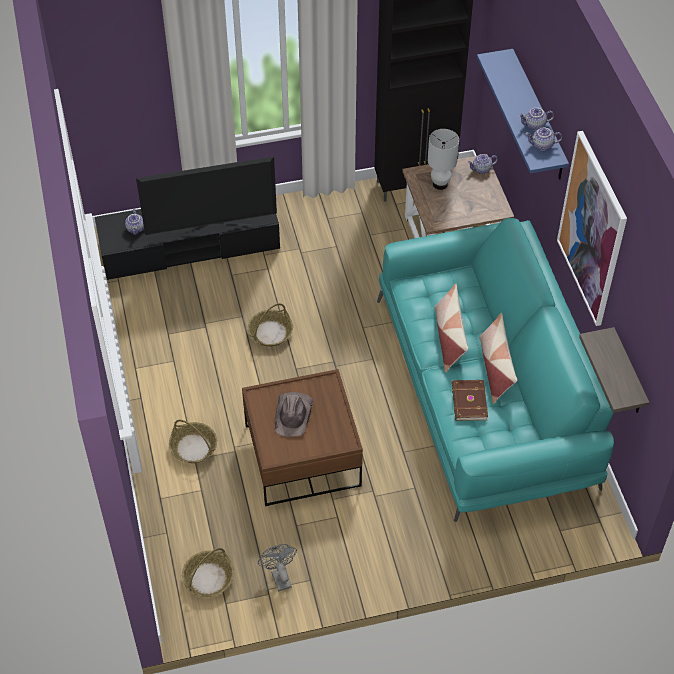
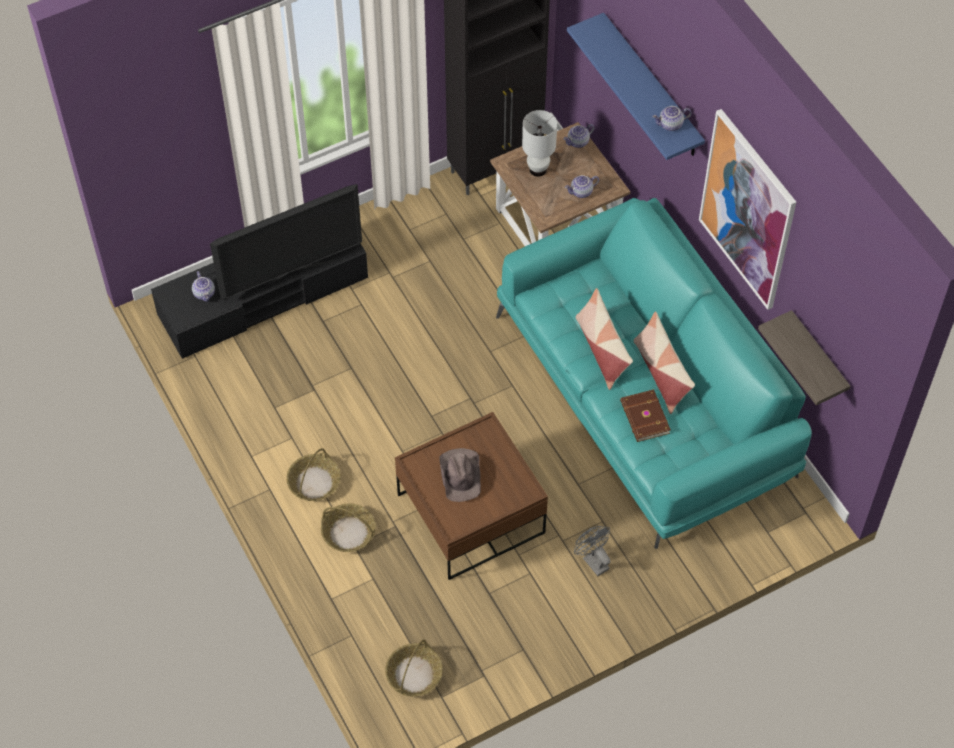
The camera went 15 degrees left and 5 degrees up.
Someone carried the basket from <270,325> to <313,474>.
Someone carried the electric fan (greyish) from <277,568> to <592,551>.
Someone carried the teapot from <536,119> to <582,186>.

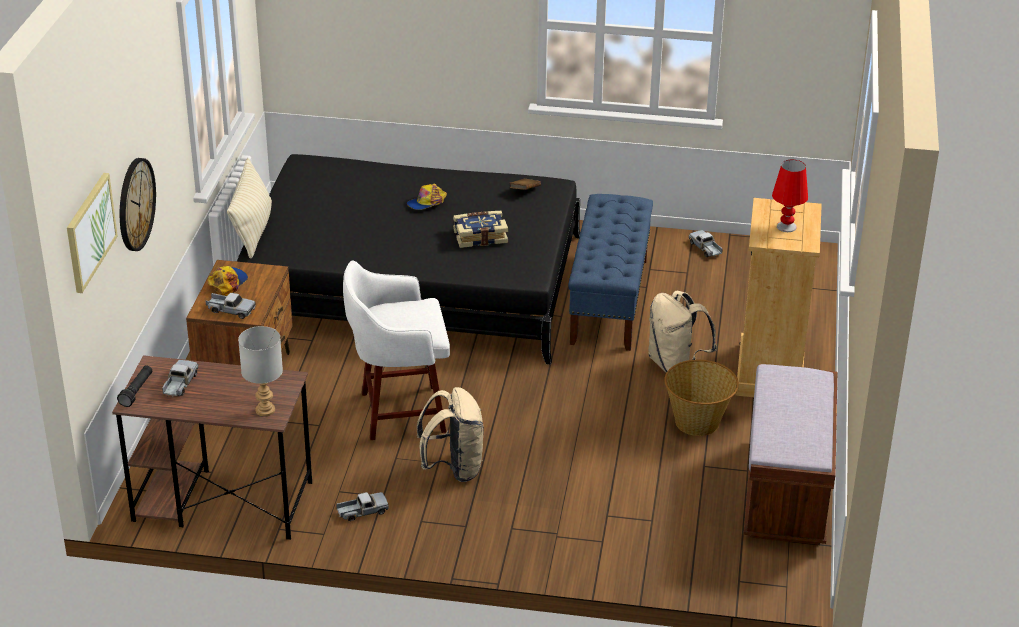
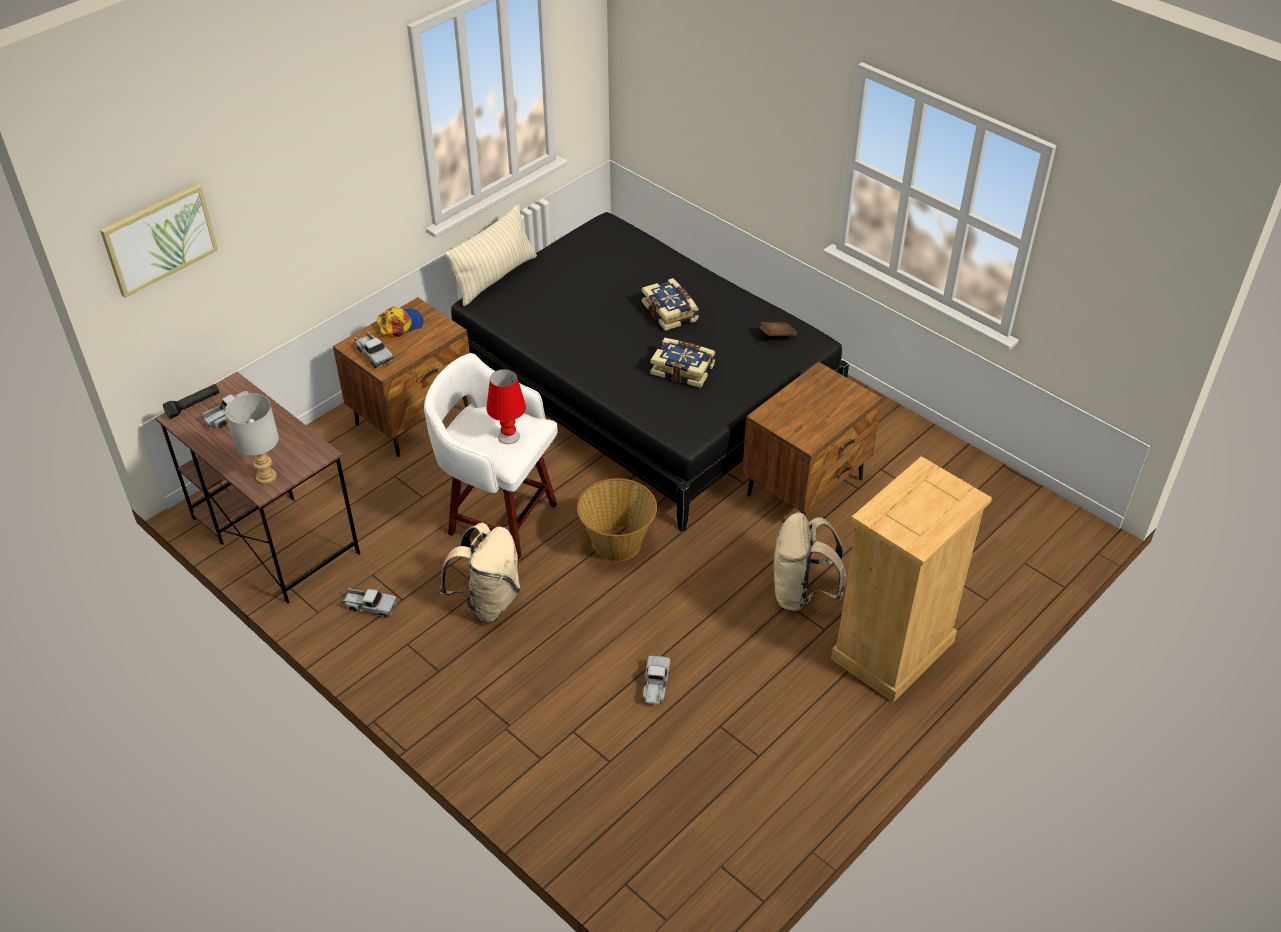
The camera went 35 degrees right and 10 degrees up.
Someone took away the clock on the wall at <138,204>.
Someone swapped the baseball cap at <427,197> for the book at <670,304>.
Someone swapped the bench (blue-coloured) at <610,272> for the night table (brown) at <812,438>.
Someone carried the basket from <701,398> to <617,520>.
Someone carried the toy lorry from <706,243> to <657,681>.
Someone took away the bench (brown) at <790,454>.
Someone carried the lamp for a table (reddish) from <790,196> to <506,406>.

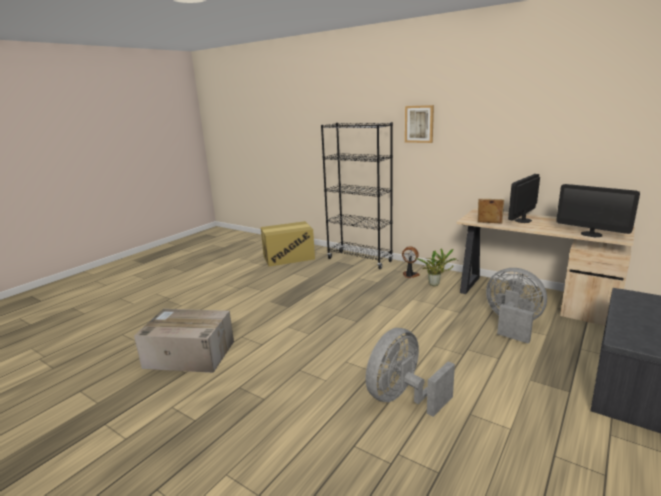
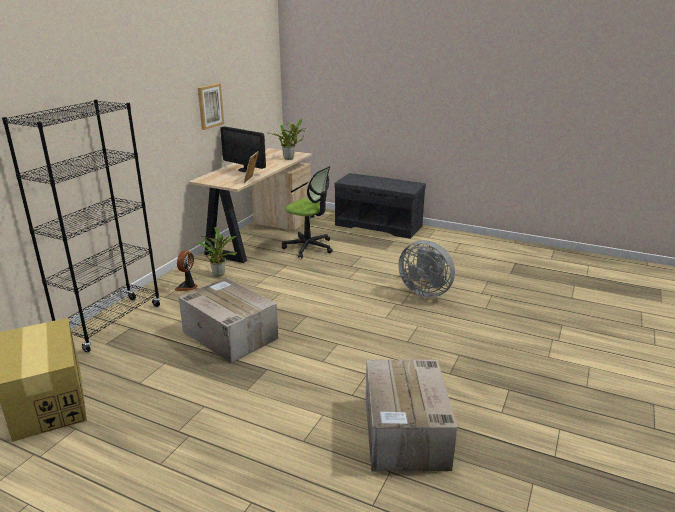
The camera went 100 degrees left and 5 degrees up.
Someone carried the picture from <419,124> to <211,106>.
Someone swapped the electric fan (greyish) at <516,306> for the office chair at <307,212>.
Someone swapped the computer screen at <598,210> for the plant in a pot at <288,139>.
Someone put down the carton at <228,321>.

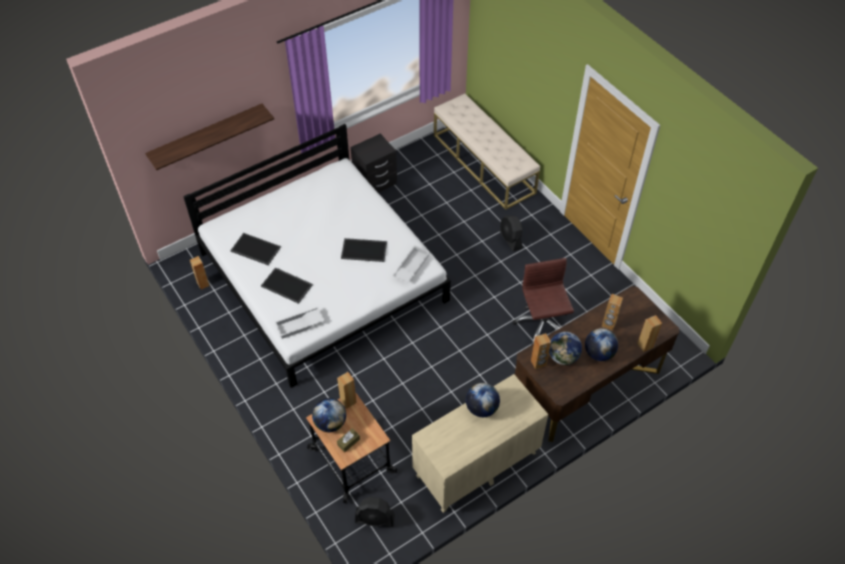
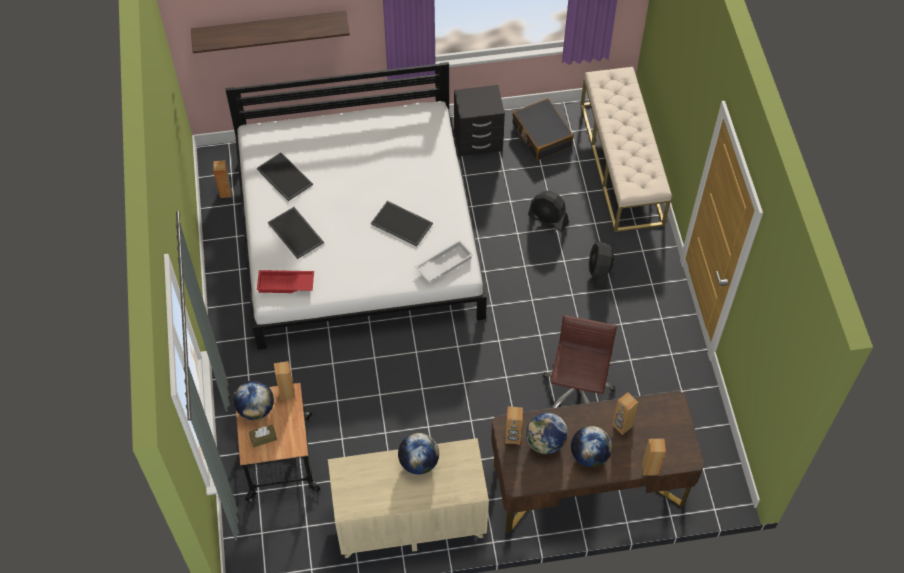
The camera went 25 degrees right and 5 degrees up.
Someone repainted the serving tray (whitish) at <300,323>, which became the serving tray (reddish) at <285,281>.
Someone carried the electric fan (blackish) from <375,512> to <548,211>.
Someone put down the suitcase (blackish) at <543,129>.

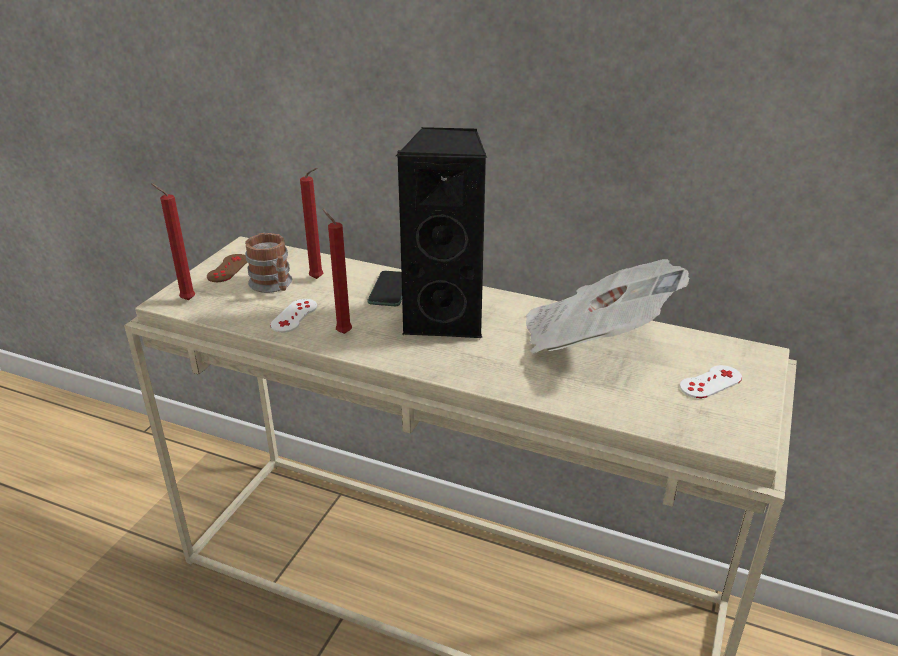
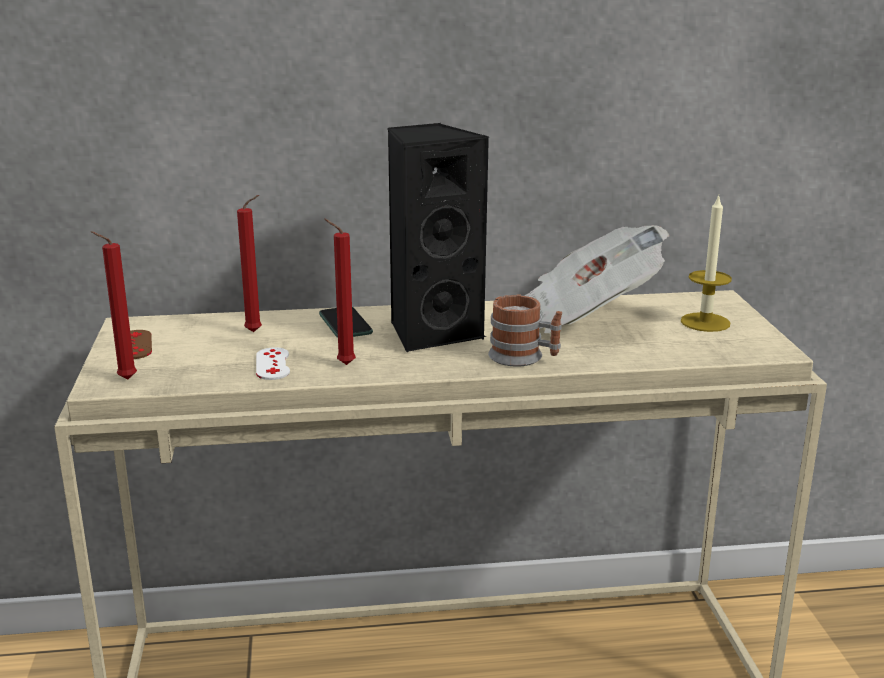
The camera went 30 degrees left and 10 degrees down.
Someone carried the coffee mug from <268,263> to <525,330>.
Someone swapped the gamepad (whitish) at <711,381> for the wax light at <706,263>.

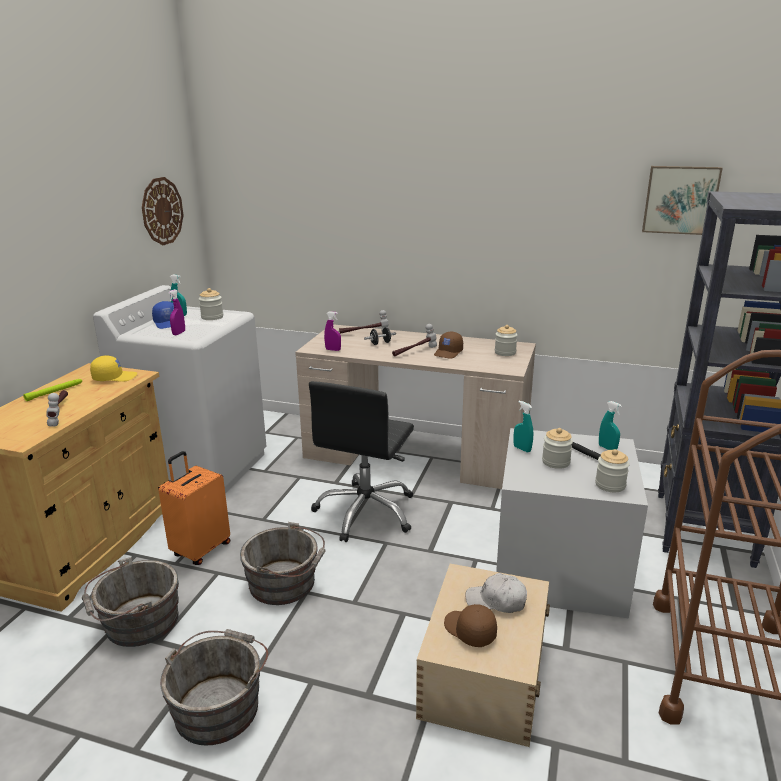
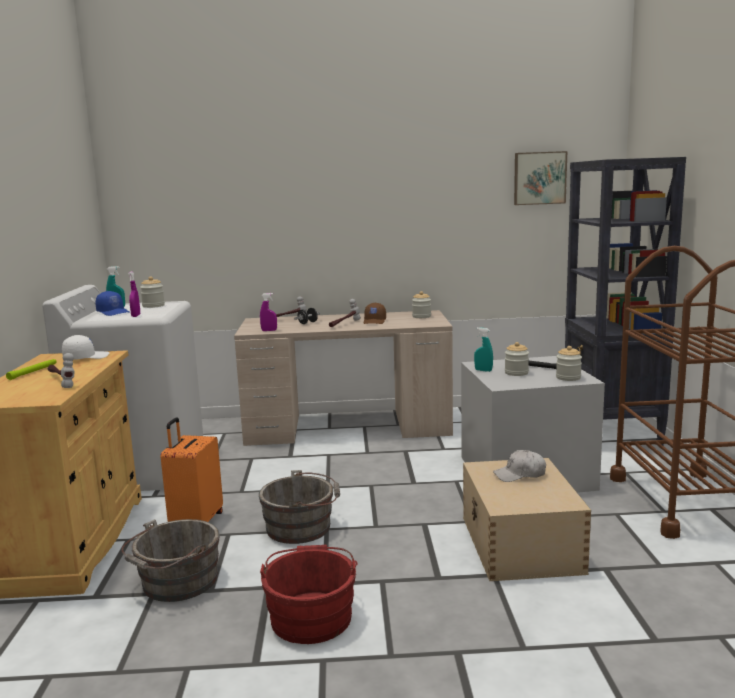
The camera went 20 degrees left and 10 degrees down.
Someone repainted the baseball cap (yellow) at <113,369>, which became the baseball cap (whitish) at <85,347>.
Someone took away the clock on the wall at <163,211>.
Someone repainted the pail (greyish) at <214,687>, which became the pail (reddish) at <309,594>.
Someone took away the office chair (blackish) at <361,461>.
Someone took away the baseball cap (brown) at <470,625>.
Someone took away the hand sprayer (blue-green) at <610,425>.

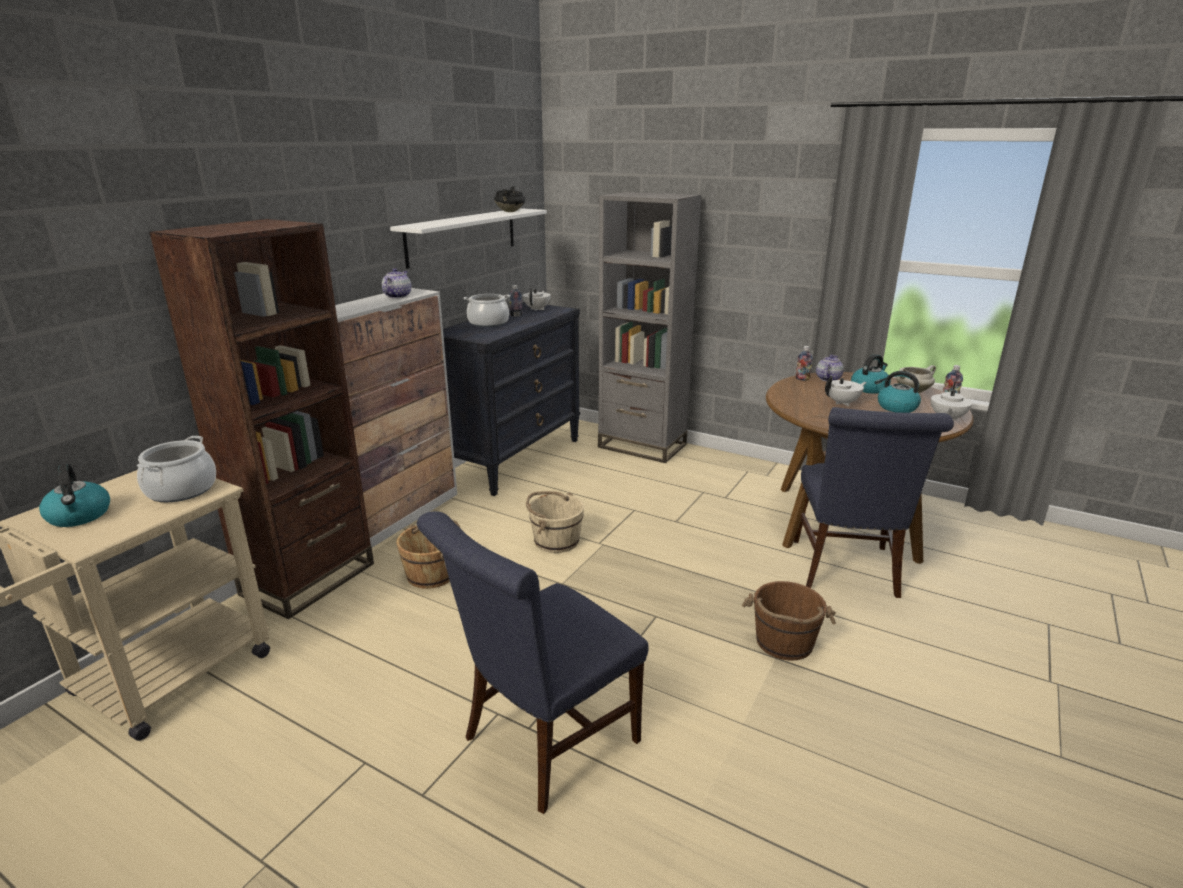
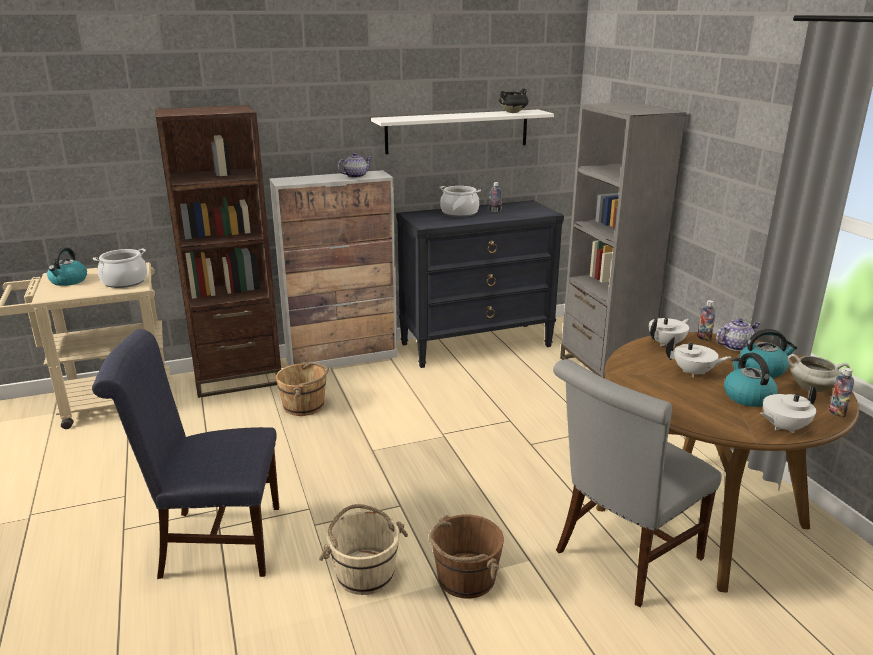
The camera went 40 degrees right and 0 degrees up.
Someone carried the teapot (whitish) from <537,299> to <669,332>.
Someone carried the pail (beige-coloured) from <555,522> to <363,549>.
Someone repainted the chair (blue-coloured) at <874,502>, which became the chair (greyish) at <637,483>.

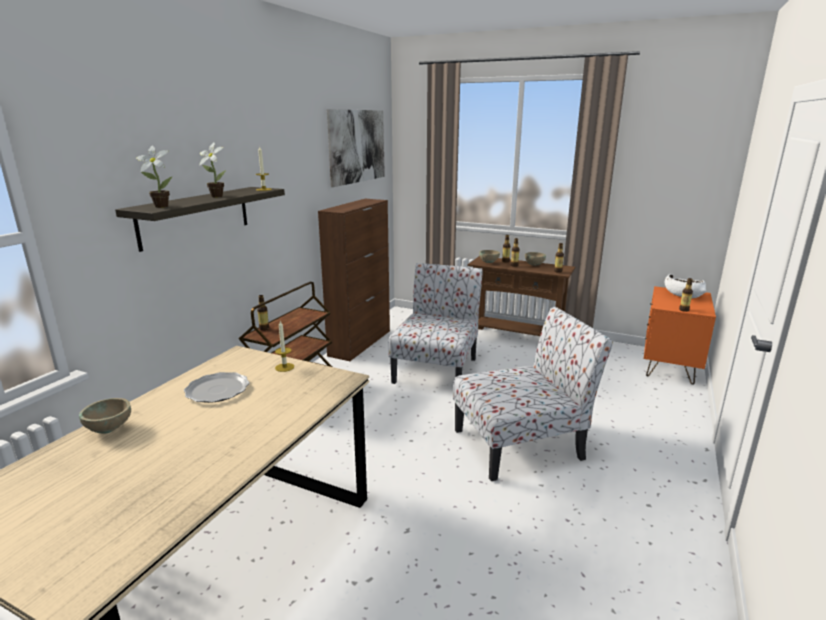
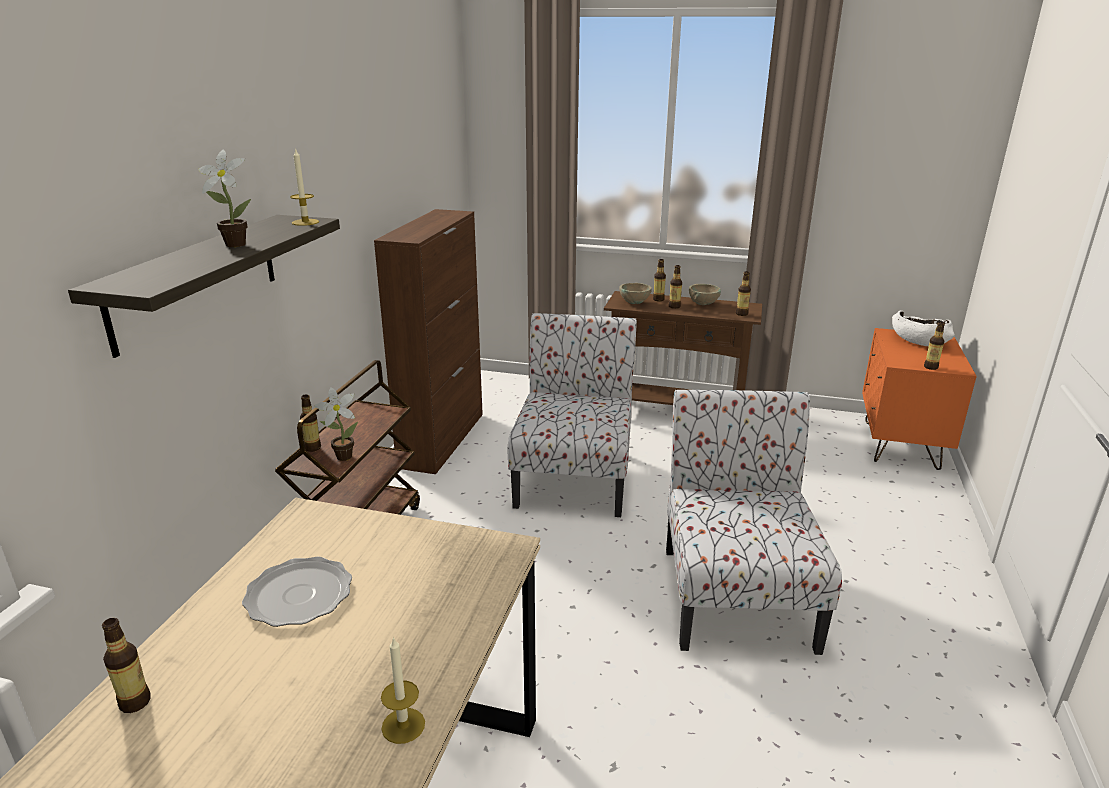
The camera went 10 degrees left and 5 degrees up.
Someone swapped the bowl (beige-coloured) at <105,416> for the bottle at <126,665>.
Someone carried the plant in a pot from <154,177> to <336,424>.
Someone carried the wax light from <284,346> to <403,690>.
Someone took away the picture at <356,148>.
Someone rotated the chair at <533,394> by 60 degrees counterclockwise.

